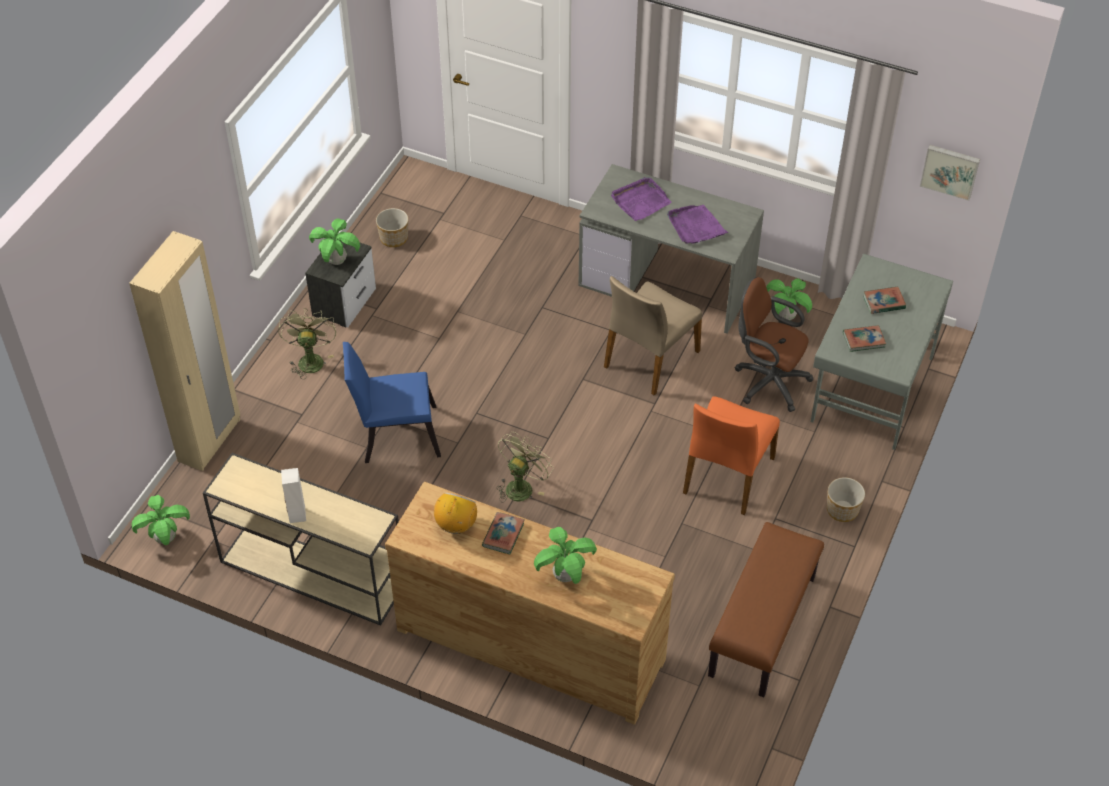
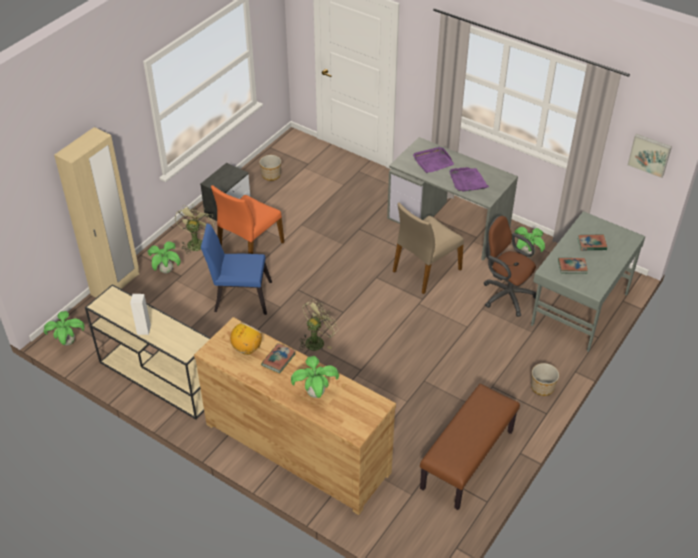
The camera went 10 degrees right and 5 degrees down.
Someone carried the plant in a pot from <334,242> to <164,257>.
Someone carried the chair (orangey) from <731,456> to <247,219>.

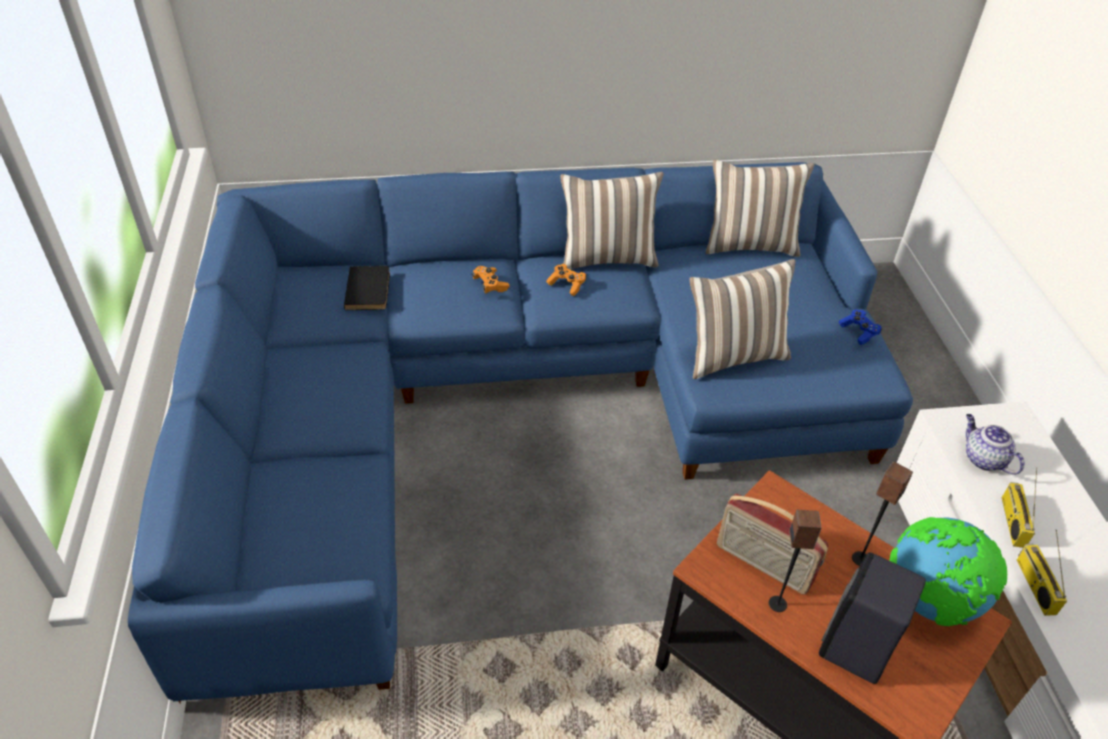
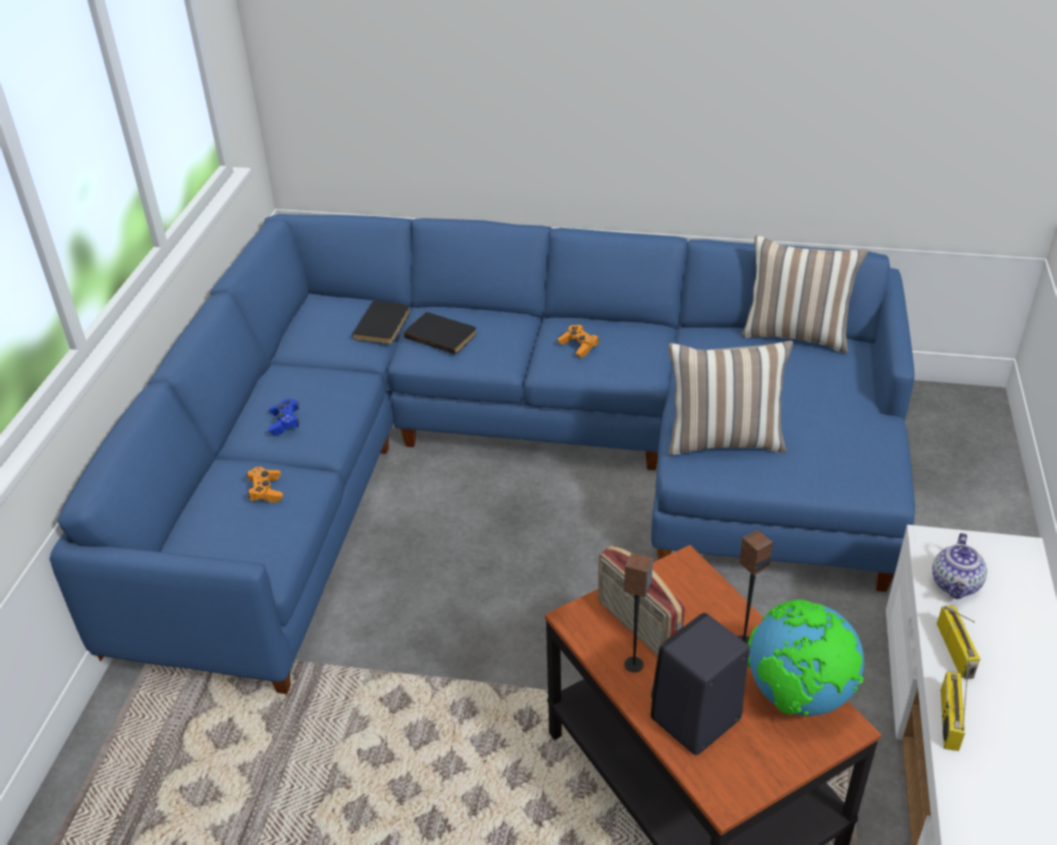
The camera went 20 degrees right and 5 degrees down.
Someone carried the gamepad (orangey) from <491,279> to <265,485>.
Someone took away the throw pillow at <612,220>.
Someone carried the gamepad (blue-coloured) from <860,327> to <283,417>.
Someone rotated the teapot at <995,444> by 150 degrees counterclockwise.
Someone rotated the radio set at <1019,507> by 150 degrees clockwise.
Someone put down the book (blackish) at <440,333>.

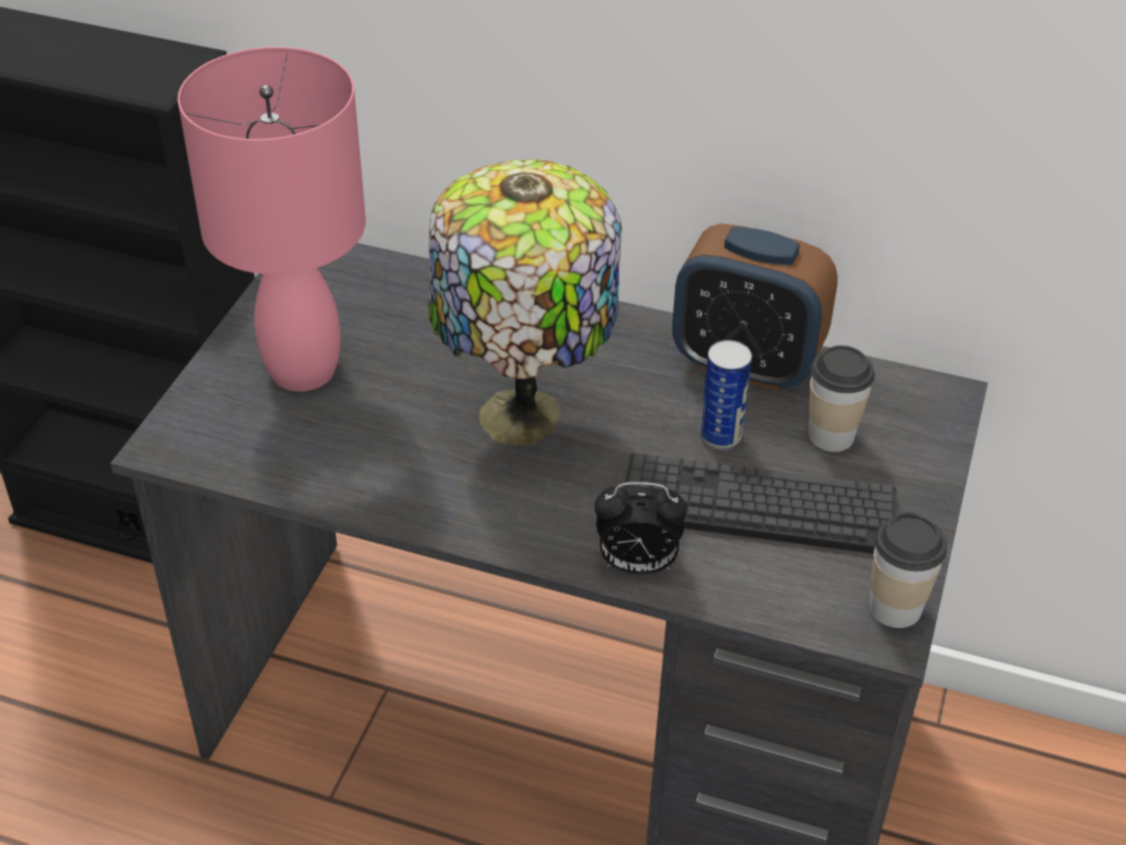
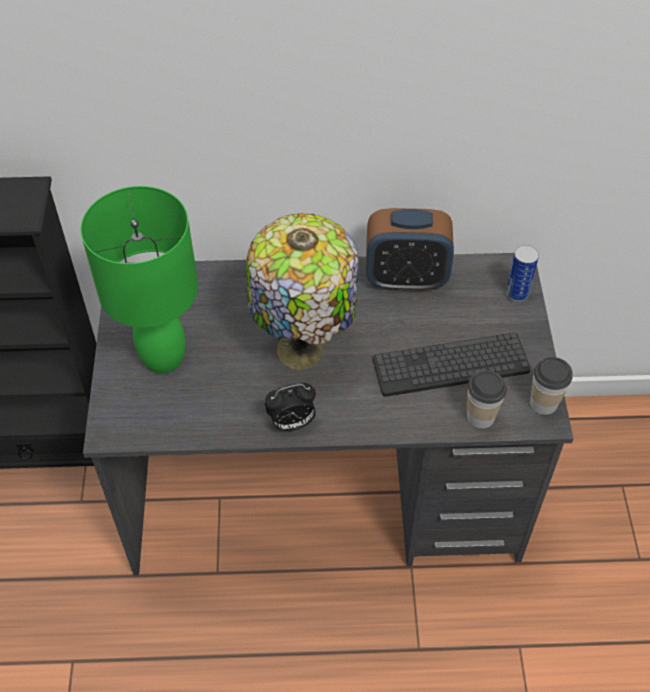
The camera went 20 degrees left and 10 degrees up.
Someone repainted the lamp for a table (pink) at <272,219>, which became the lamp for a table (green-coloured) at <139,280>.
Someone carried the alarm clock from <641,528> to <290,407>.
Someone carried the sealed can from <726,395> to <522,273>.
Someone carried the drinking cup from <841,398> to <487,399>.

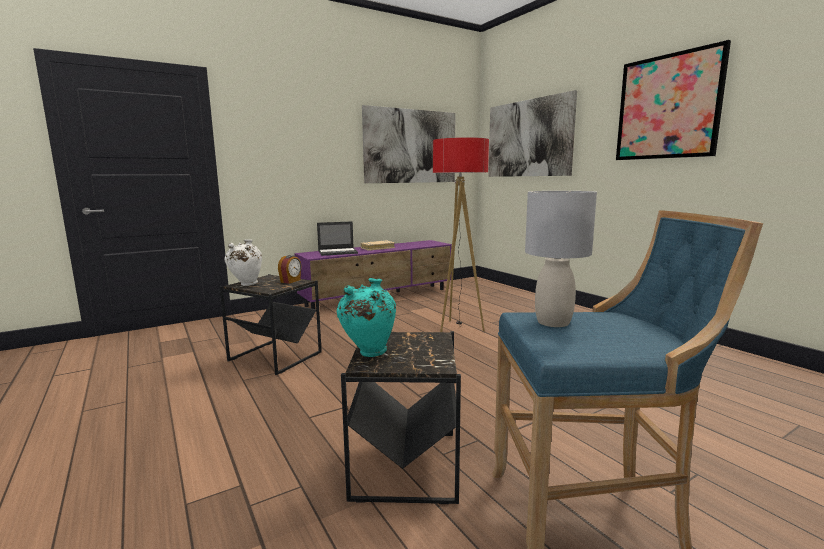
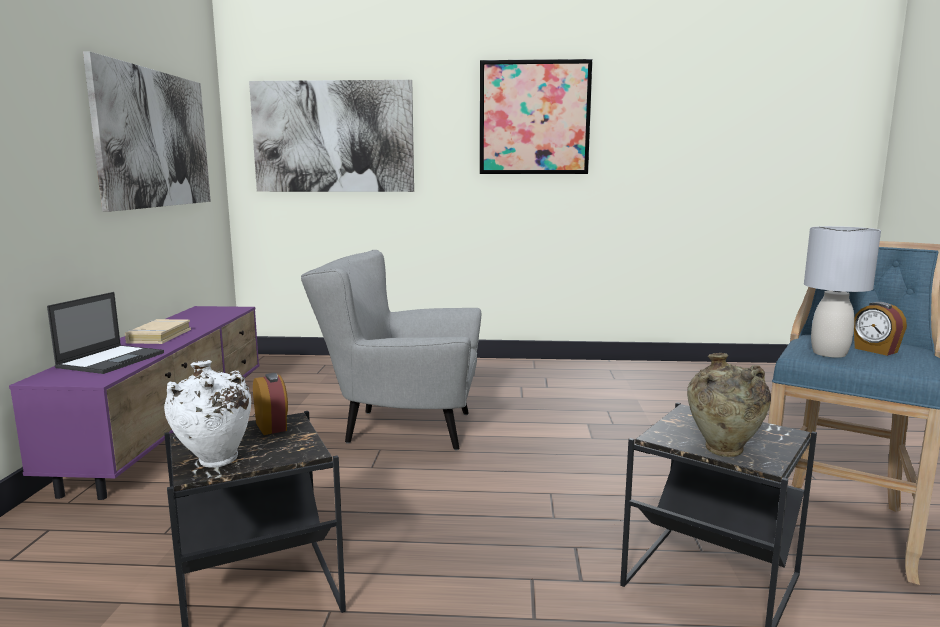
The camera went 55 degrees left and 0 degrees up.
Someone repainted the decorative vase (blue-green) at <366,317>, which became the decorative vase (beige-coloured) at <729,405>.
Someone swapped the standard lamp at <461,234> for the armchair (greyish) at <391,350>.
Someone put down the alarm clock at <880,329>.

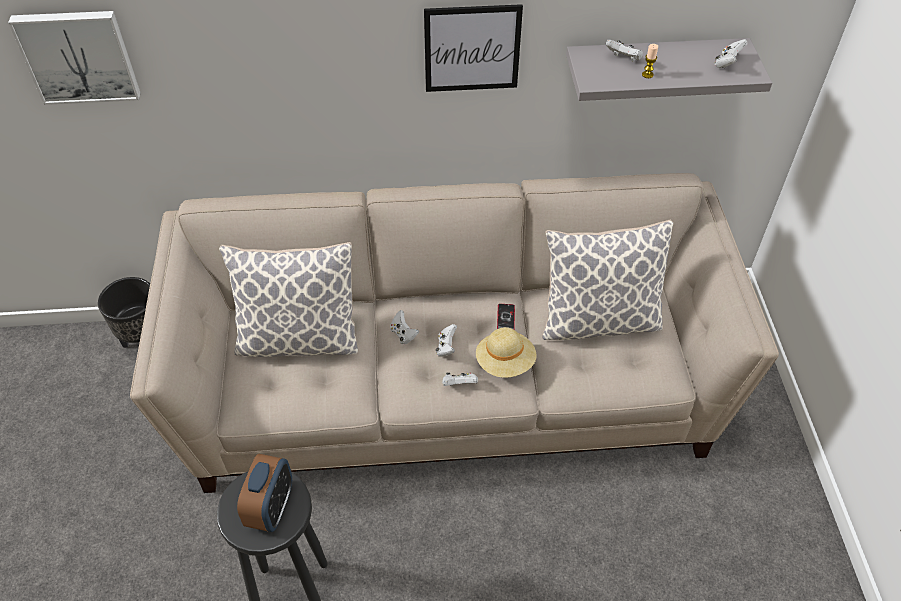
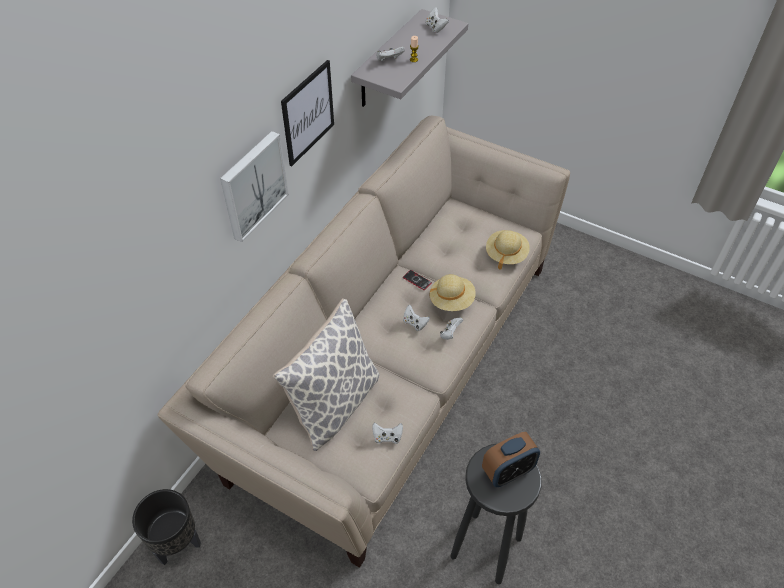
The camera went 55 degrees left and 0 degrees up.
Someone carried the picture from <74,58> to <254,186>.
Someone rotated the alarm clock at <264,493> by 105 degrees clockwise.
Someone carried the gamepad (whitish) from <404,327> to <387,433>.
Someone took away the throw pillow at <607,280>.
Someone put down the hat (beige-coloured) at <508,250>.

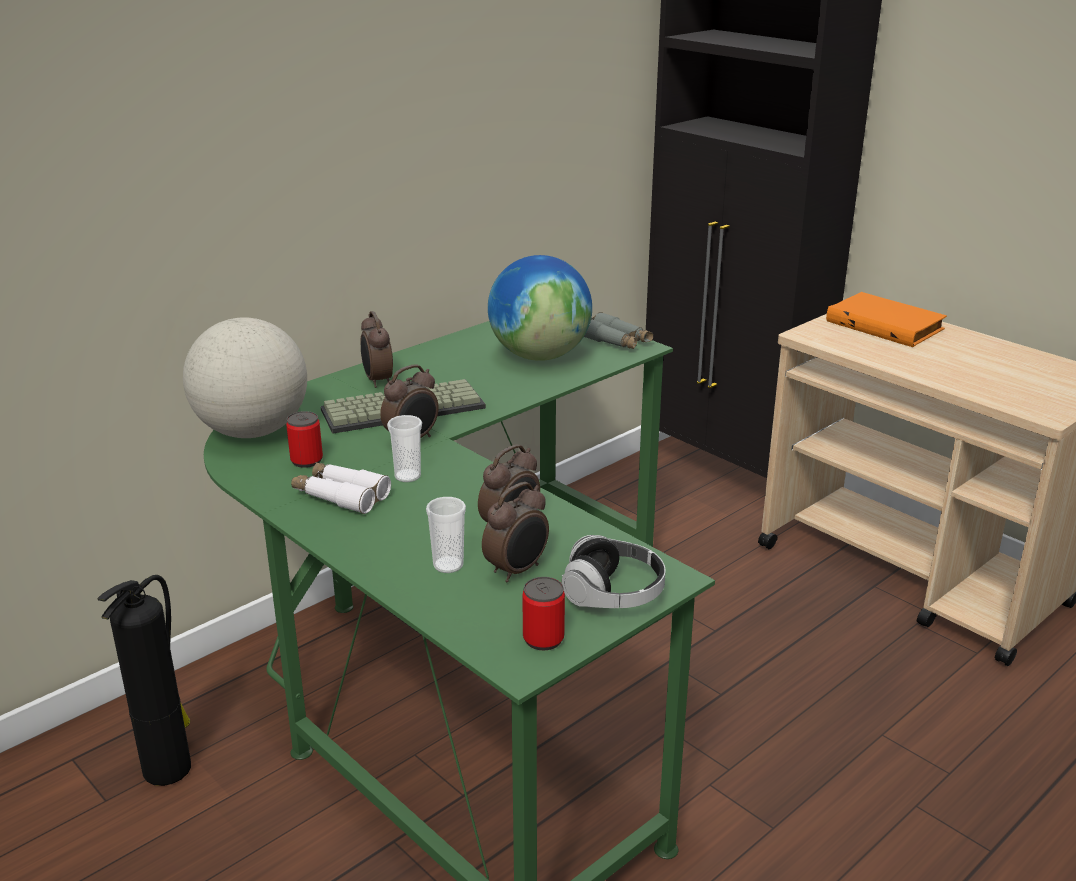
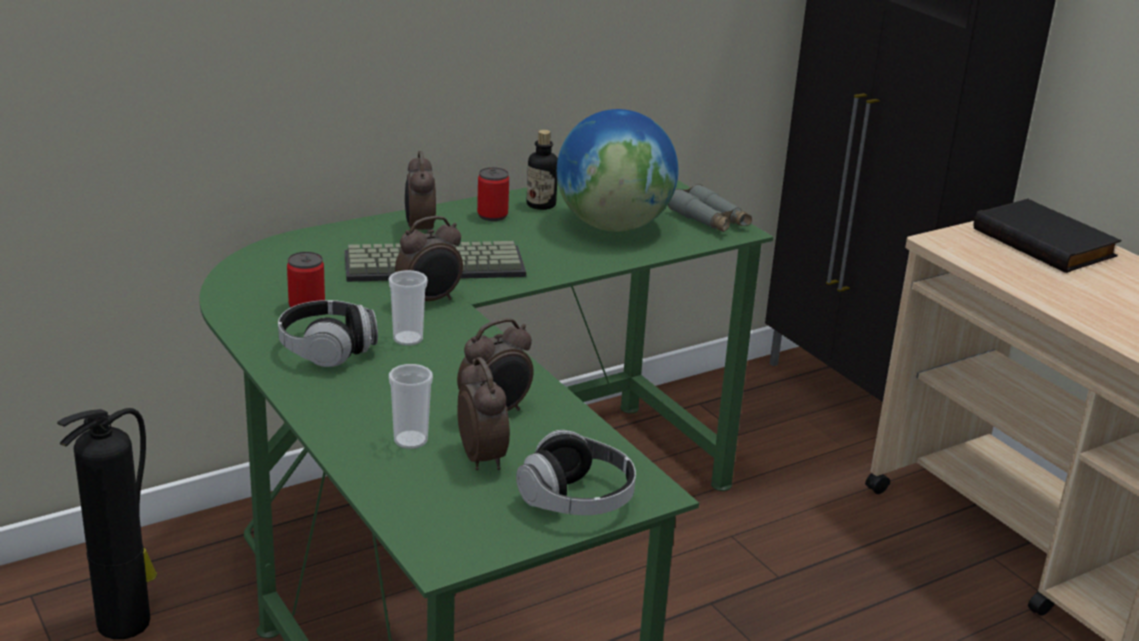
The camera went 10 degrees right and 0 degrees up.
Someone took away the desk globe at <245,377>.
Someone swapped the field glasses (whitish) at <341,488> for the headset at <328,333>.
Someone rotated the alarm clock at <515,532> by 75 degrees counterclockwise.
Someone carried the sealed can from <543,613> to <493,194>.
Someone repainted the book (orangey) at <886,319>, which became the book (blackish) at <1047,236>.
Someone put down the bottle at <542,170>.

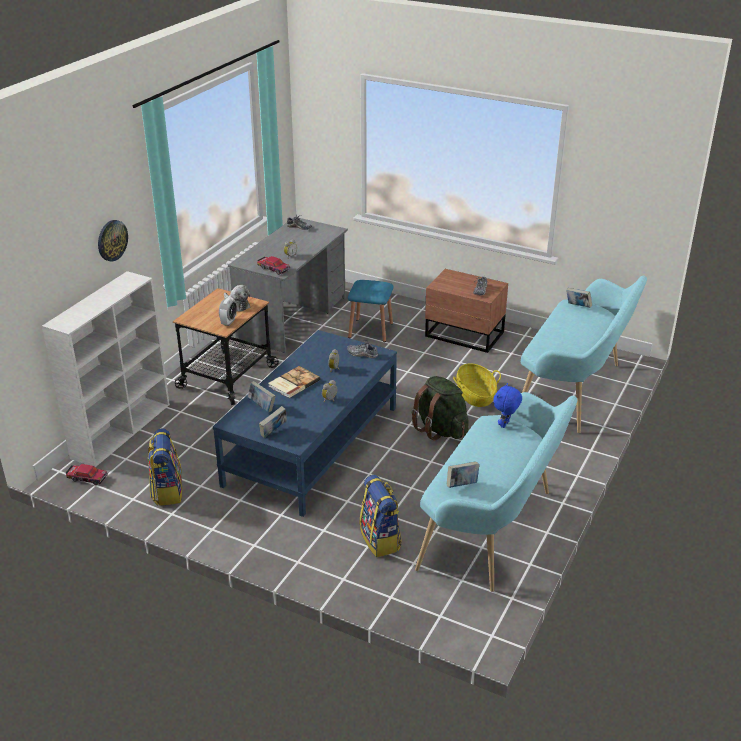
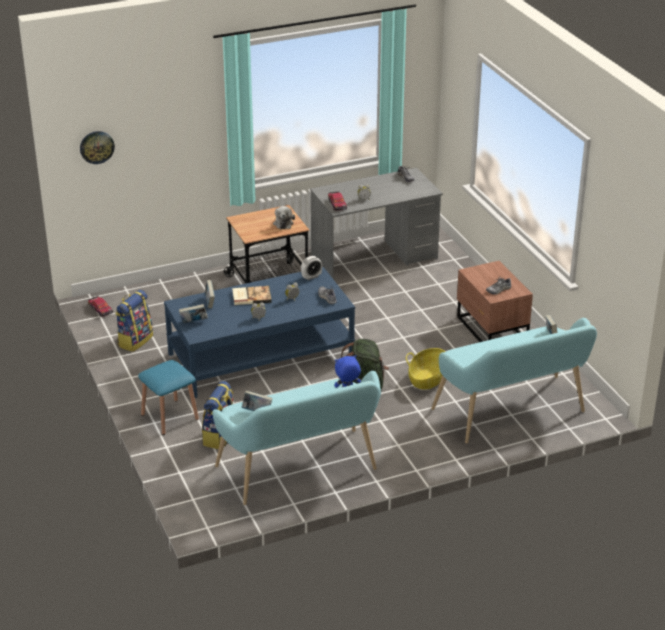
The camera went 40 degrees right and 0 degrees up.
Someone took away the shelving unit (whitish) at <106,369>.
Someone carried the clock on the wall from <113,240> to <97,147>.
Someone carried the alarm clock from <228,312> to <311,268>.
Someone carried the stool seat (blue-coloured) from <370,311> to <168,397>.

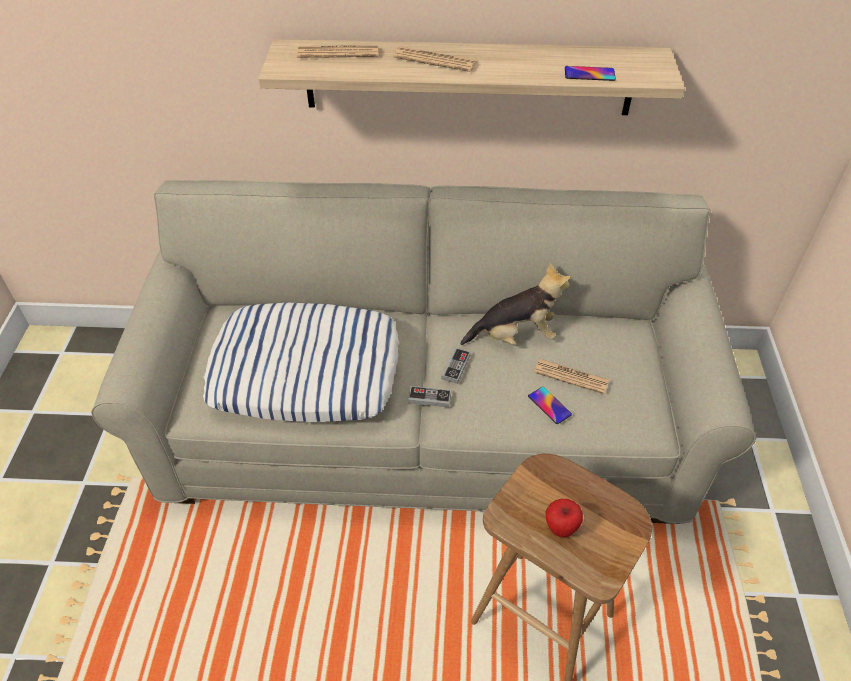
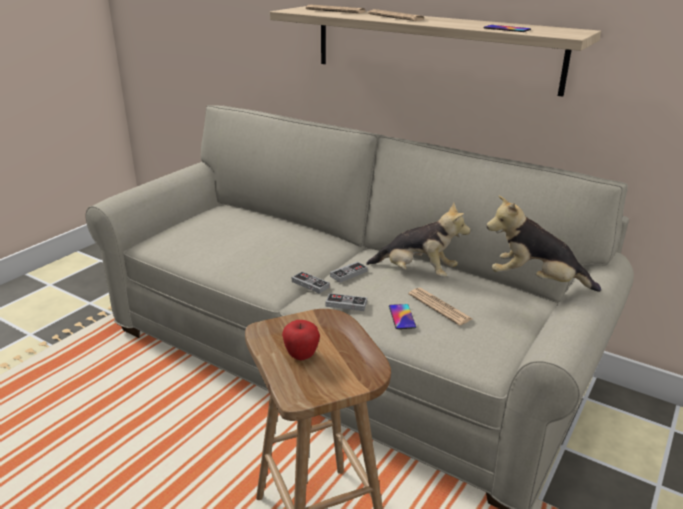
The camera went 30 degrees right and 20 degrees down.
Someone took away the throw pillow at <301,362>.
Someone put down the gamepad at <346,302>.
Someone put down the plush toy at <543,244>.

